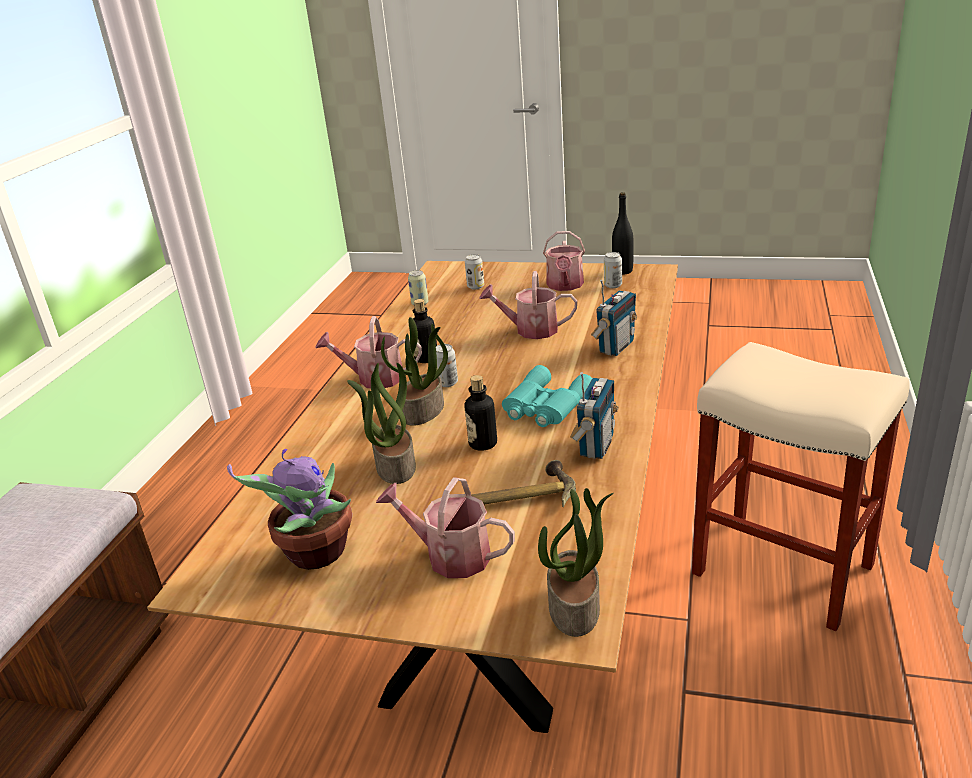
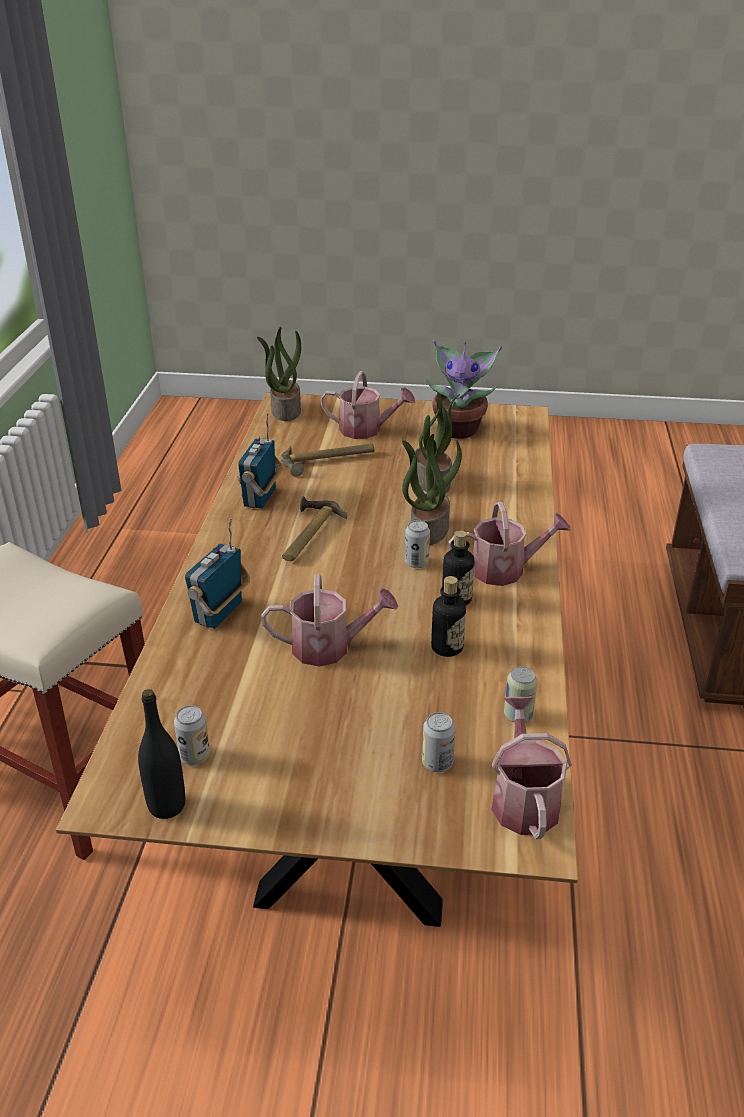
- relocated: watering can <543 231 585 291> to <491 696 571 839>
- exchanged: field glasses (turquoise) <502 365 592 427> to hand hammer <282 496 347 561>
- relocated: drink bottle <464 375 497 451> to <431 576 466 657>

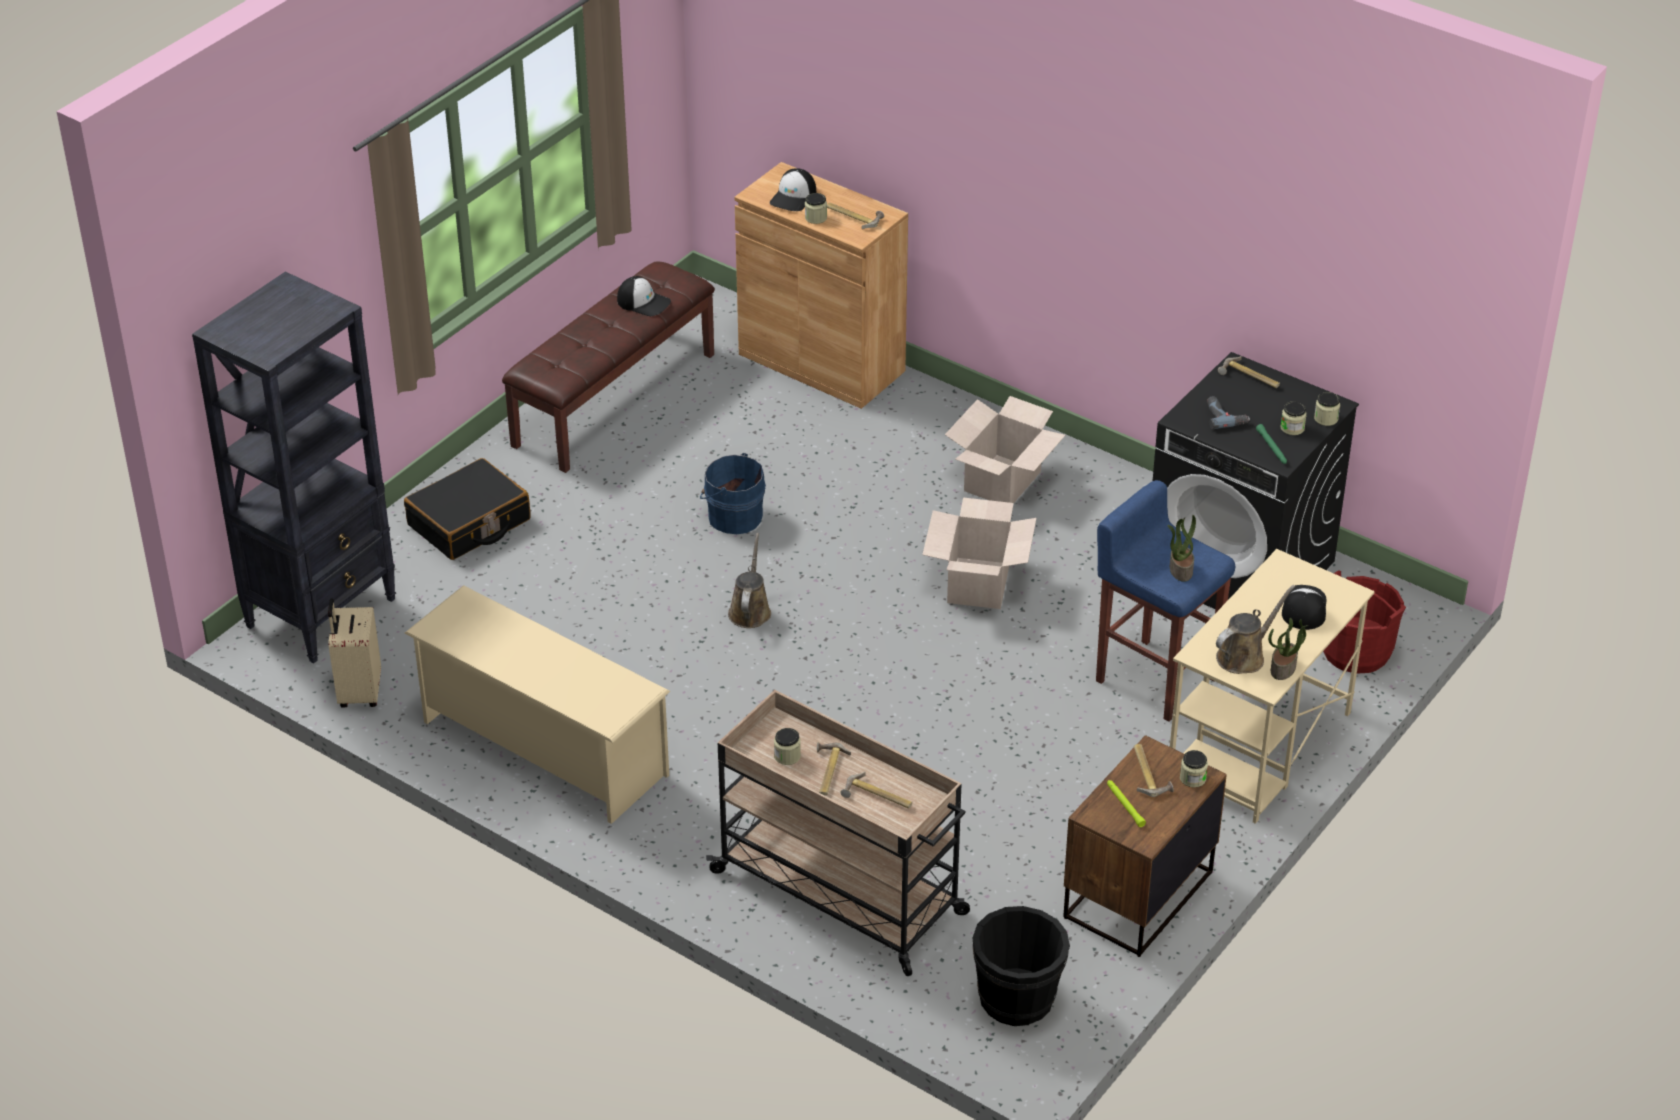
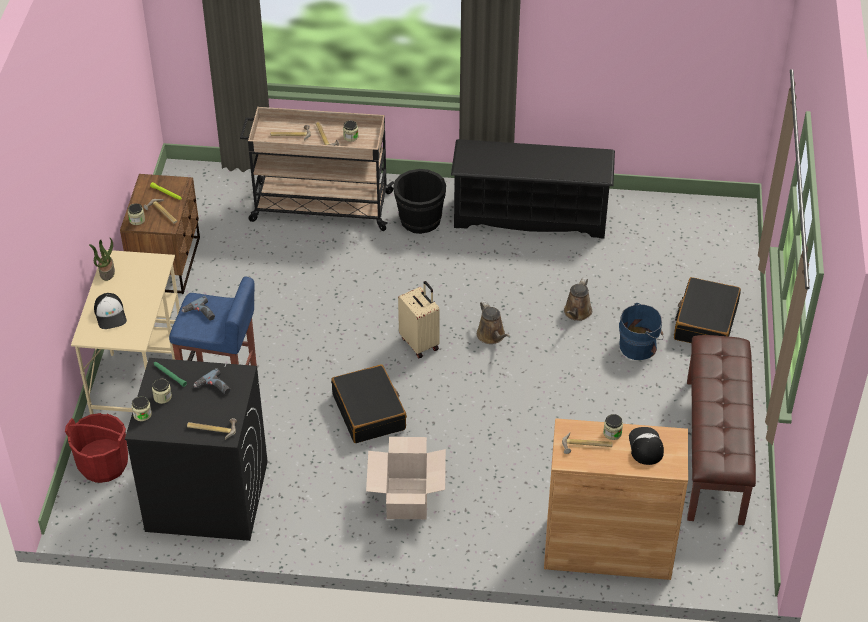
- missing: bookcase (black-coloured) <192 272 396 663>
- missing: cap <617 276 671 316>
- relocated: pail (blue) <700 453 766 534> to <619 303 664 360>
- exchanged: packing box <922 498 1037 609> to piece of luggage (black-coloured) <331 364 407 443>
- exchanged: potted plant <1168 515 1196 582> to power drill <182 296 215 321>
- colour: shoe shelf (beige-coloured) <404 585 670 824> to shoe shelf (black-coloured) <451 139 615 238>
- relocated: watering can (brown-coloured) <1216 585 1295 674> to <564 278 592 321>
- relocated: piece of luggage (beige-coloured) <328 598 381 708> to <398 281 440 358>
- relocated: pail (black-coloured) <972 906 1070 1026> to <393 169 446 234>

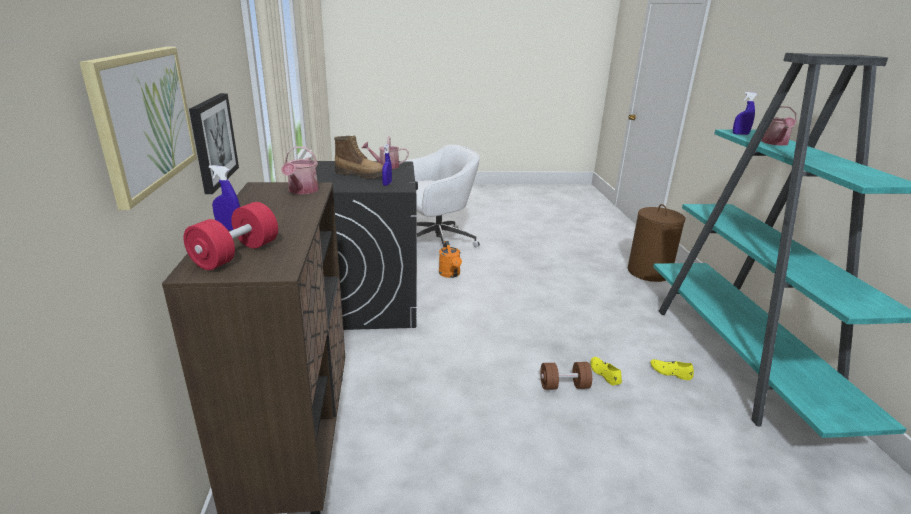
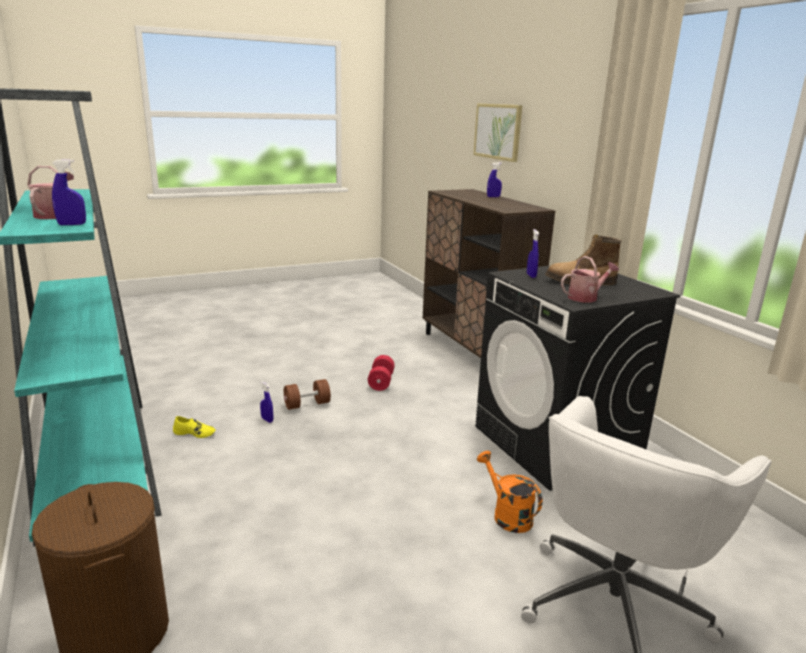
- missing: picture <189 93 239 194>
- missing: watering can <281 146 318 194>
- relocated: dumbbell (red) <183 202 278 270> to <368 355 395 391>
- exchanged: shoe (yellow-coloured) <590 357 622 385> to sprayer (blue) <260 381 273 423>

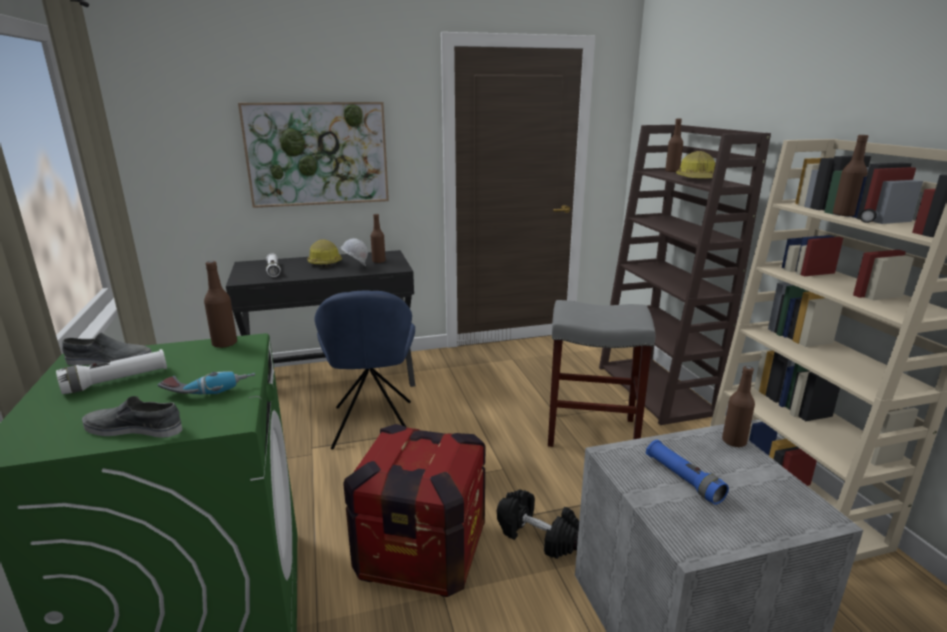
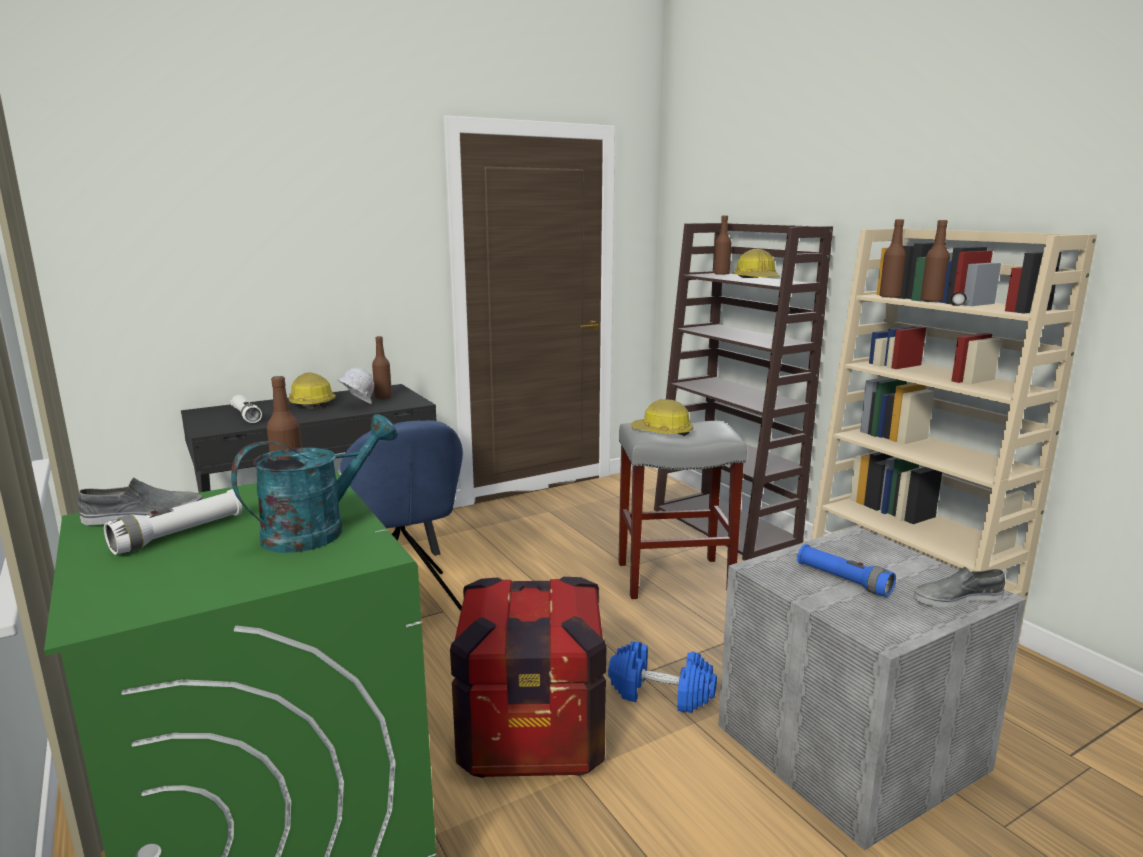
- missing: picture <238 102 389 208>
- relocated: drink bottle (brown-coloured) <722 366 755 447> to <880 219 906 298>
- exchanged: power drill <157 371 255 395> to watering can (turquoise) <231 414 398 553>
- relocated: shoe (gray) <82 396 182 438> to <914 567 1005 607>
- colour: dumbbell (black-coloured) <497 489 579 559> to dumbbell (blue) <608 641 717 713>
- appeared: hard hat <631 399 693 436>

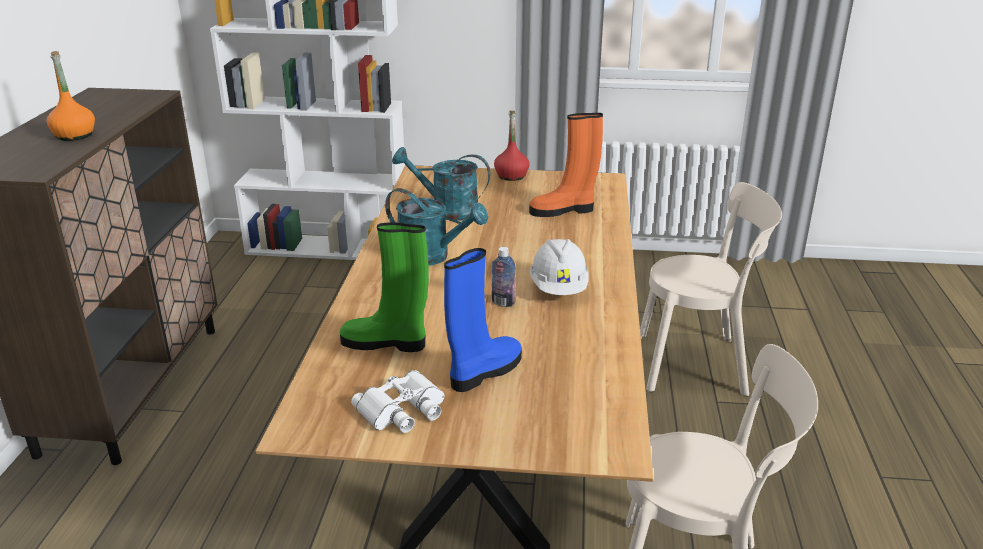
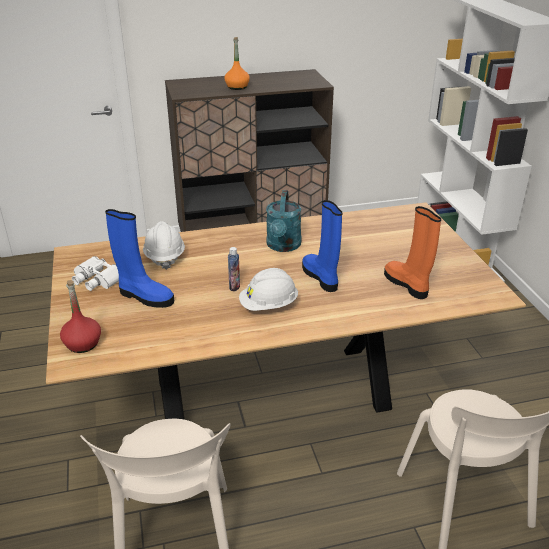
- relocated: drink bottle (red) <494 110 530 181> to <60 280 101 353>
- missing: watering can (turquoise) <392 147 490 221>
- exchanged: boot (green) <340 222 429 352> to hard hat (white) <143 221 185 270>
- appeared: boot (blue) <302 200 342 292>

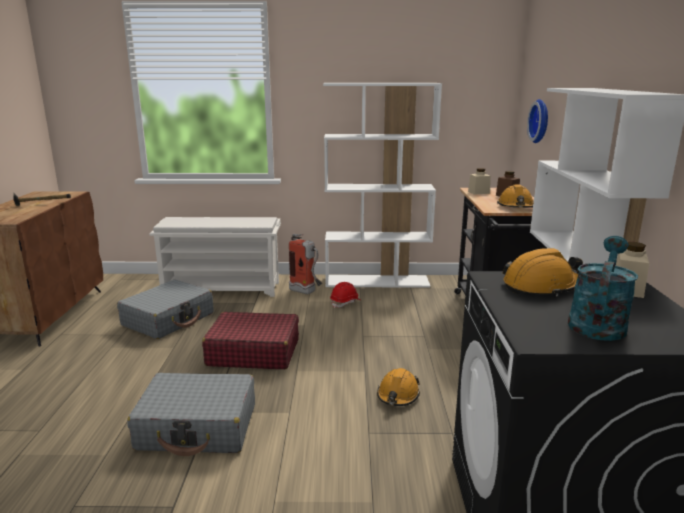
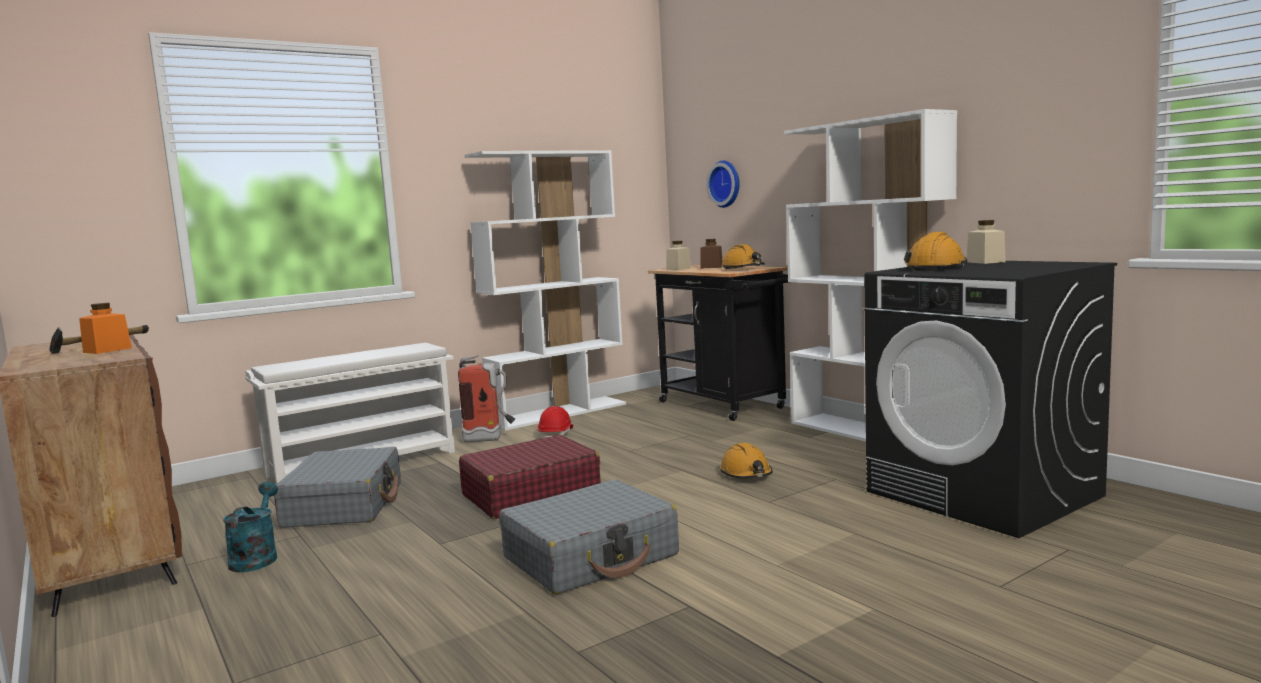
- relocated: watering can (turquoise) <568 236 638 341> to <223 482 278 572>
- appeared: storage jar (orangey) <79 303 132 354>

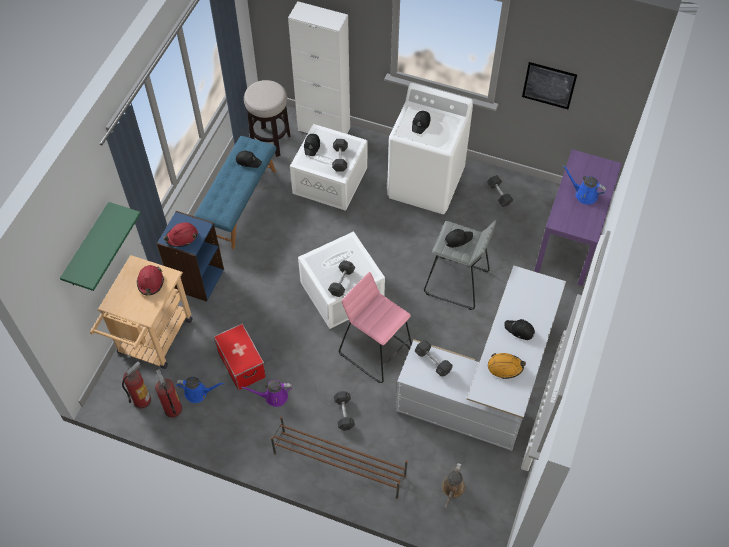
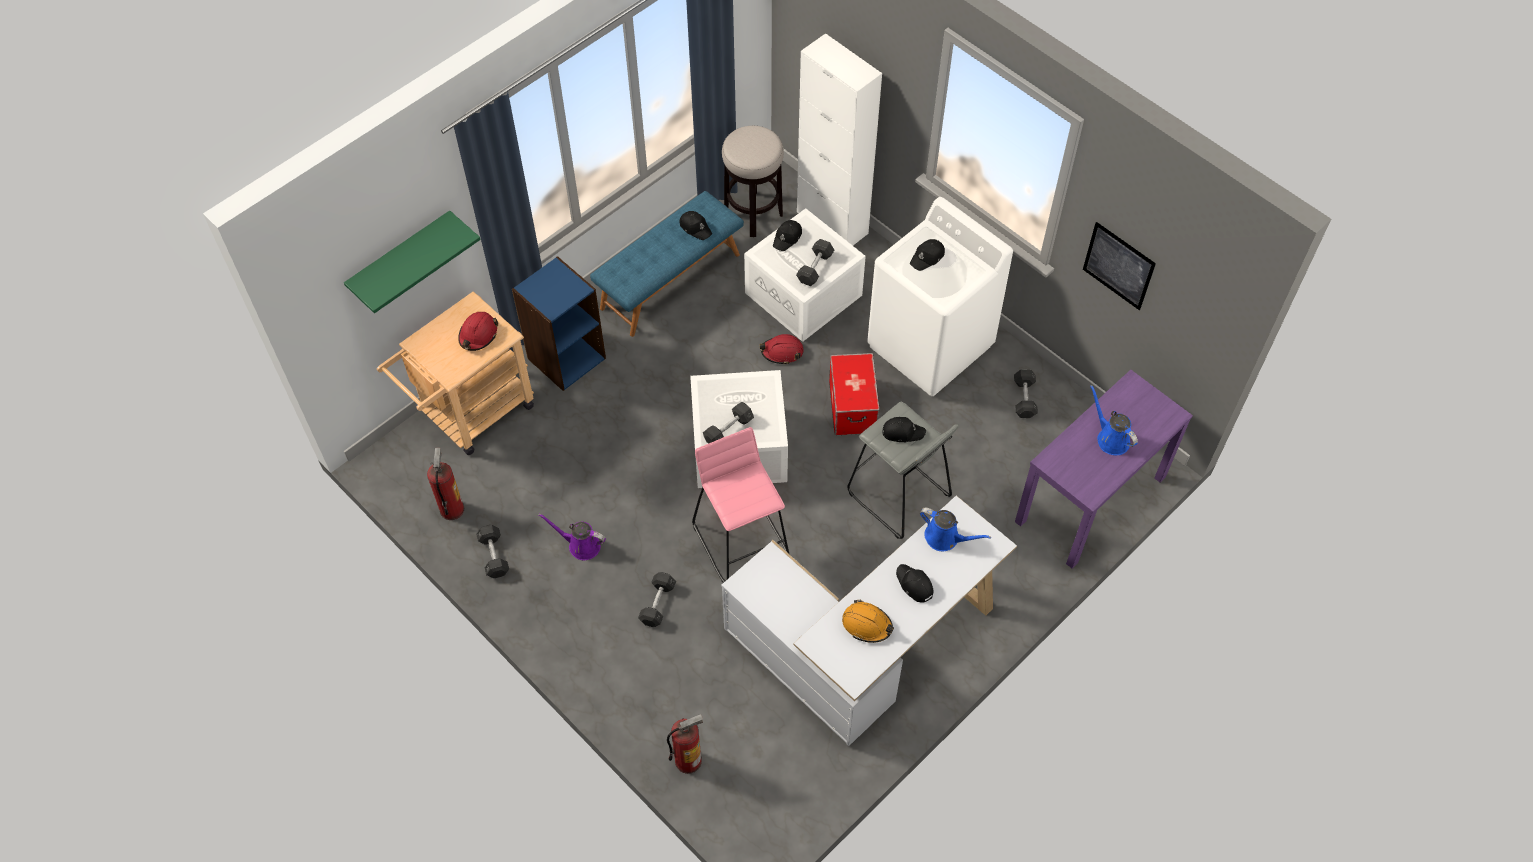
- relocated: hard hat (red) <164 222 198 247> to <759 334 804 365>
- relocated: storage bin <214 323 266 391> to <829 353 880 435>
- relocated: dumbbell (gray) <415 340 453 377> to <476 525 509 578>
- relocated: fire-fighting cylinder <122 361 151 409> to <667 714 703 774>
- relocated: watering can (blue) <176 377 224 403> to <920 507 991 551>
- missing: shoe shelf (brown-coloured) <271 416 408 499>
- missing: watering can (brown-coloured) <442 463 465 508>

